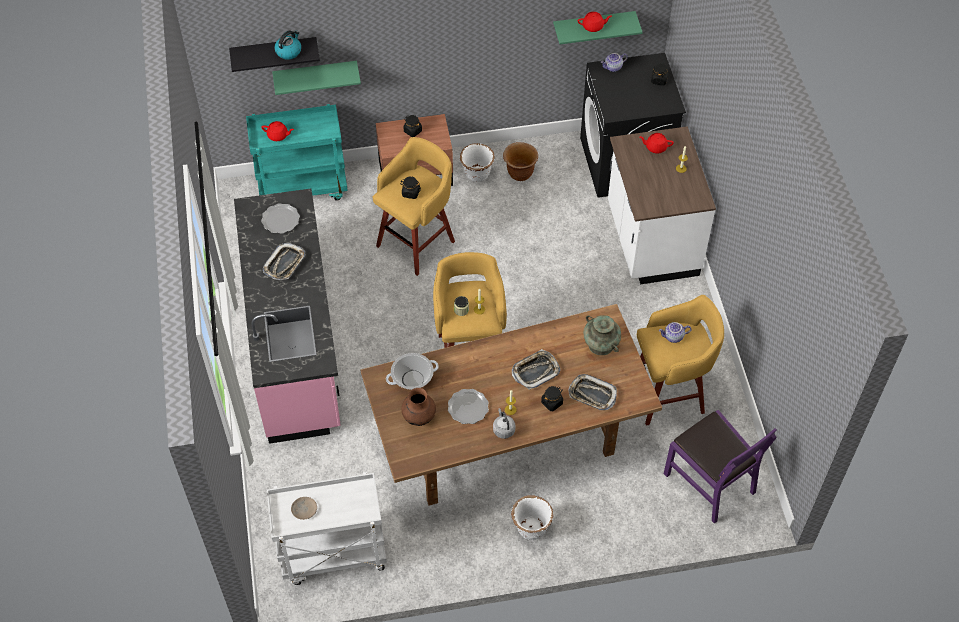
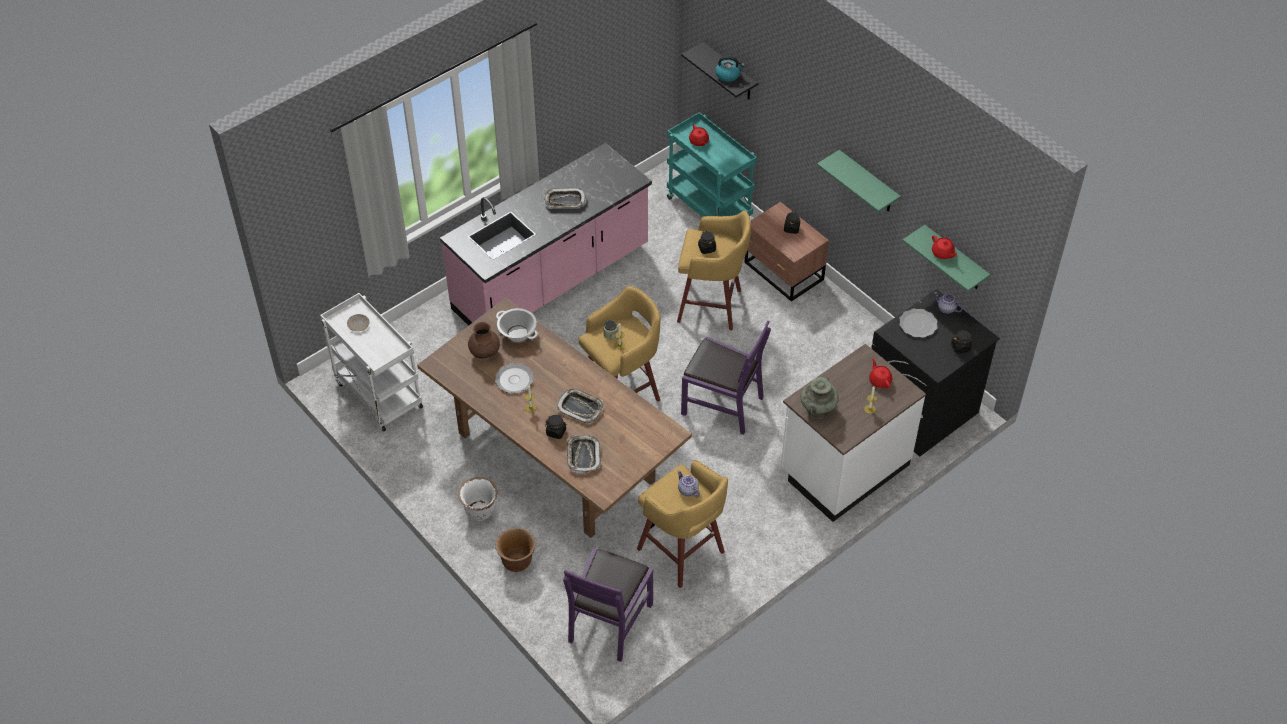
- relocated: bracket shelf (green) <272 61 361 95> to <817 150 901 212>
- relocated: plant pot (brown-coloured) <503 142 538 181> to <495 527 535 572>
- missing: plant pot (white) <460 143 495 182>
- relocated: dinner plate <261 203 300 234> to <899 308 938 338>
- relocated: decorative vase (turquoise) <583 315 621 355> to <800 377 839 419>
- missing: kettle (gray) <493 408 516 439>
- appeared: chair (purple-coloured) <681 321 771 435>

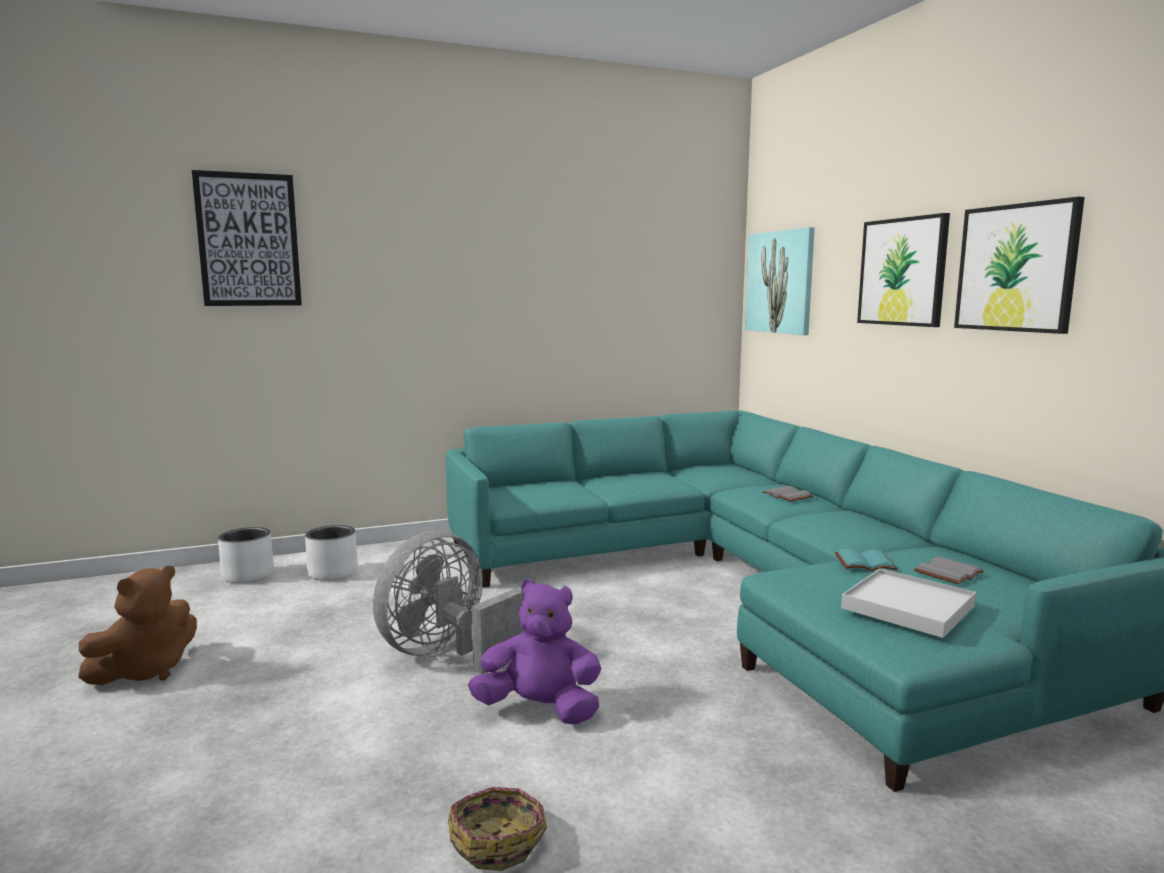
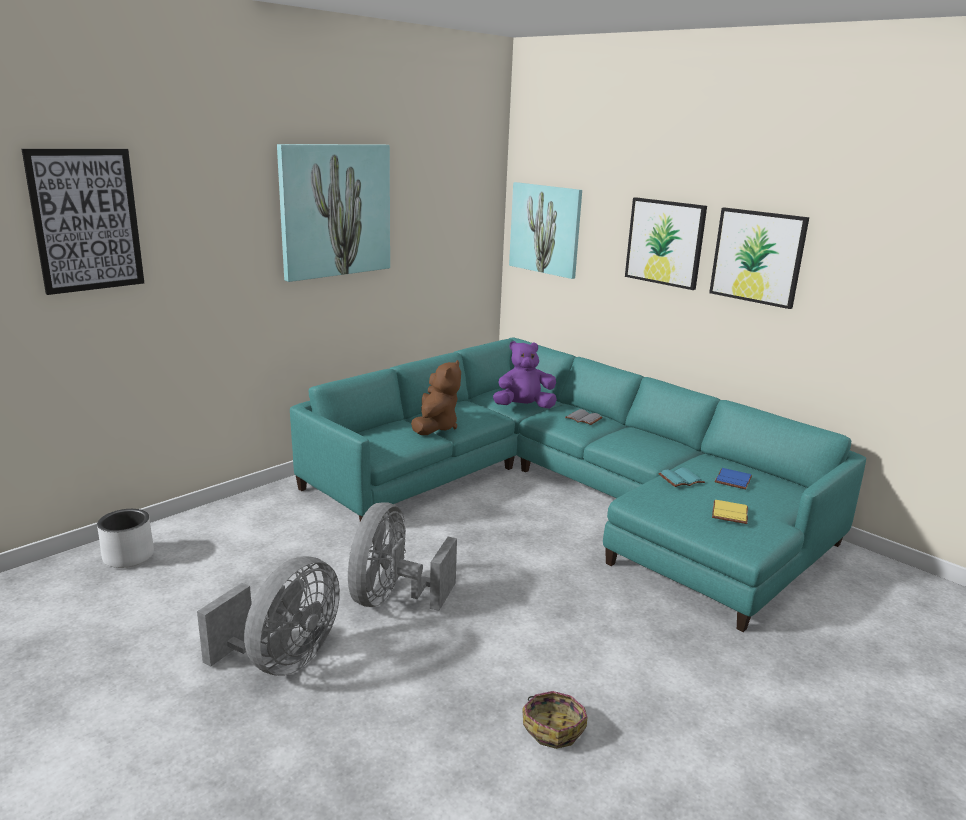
- missing: plant pot (white) <305 525 358 581>
- colour: volume (gray) <914 556 984 584> to volume (blue) <715 468 752 489>
- relocated: plush toy (brown-coloured) <78 565 197 685> to <411 360 461 435>
- exchanged: tray (white) <841 568 976 638> to volume (yellow-coloured) <712 500 748 524>
- relocated: plush toy (purple-coloured) <468 579 601 725> to <493 341 557 409>
- appeared: picture <277 144 390 282>
- appeared: cooling fan (gray) <197 556 340 676>

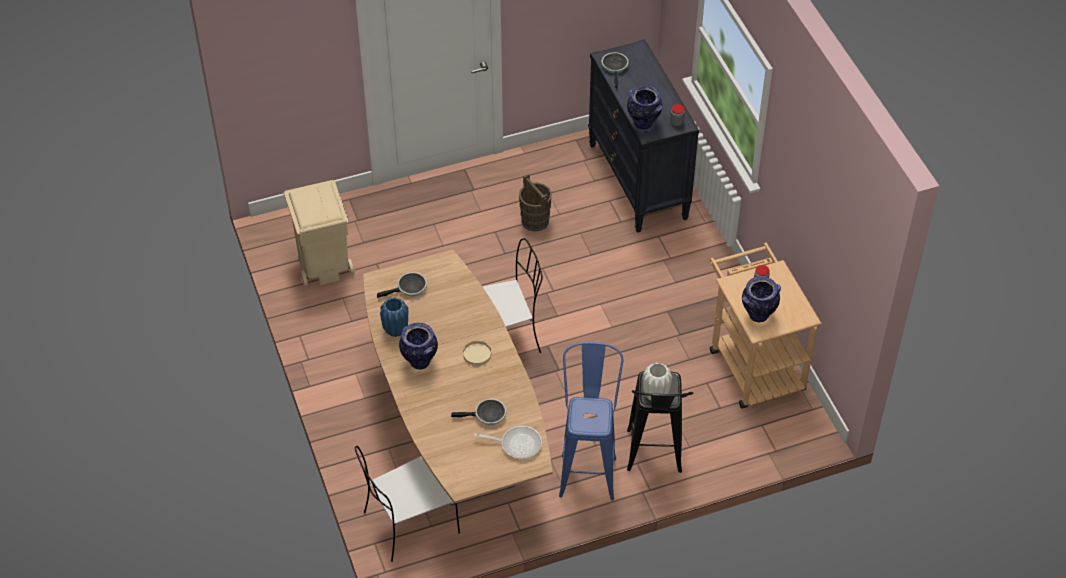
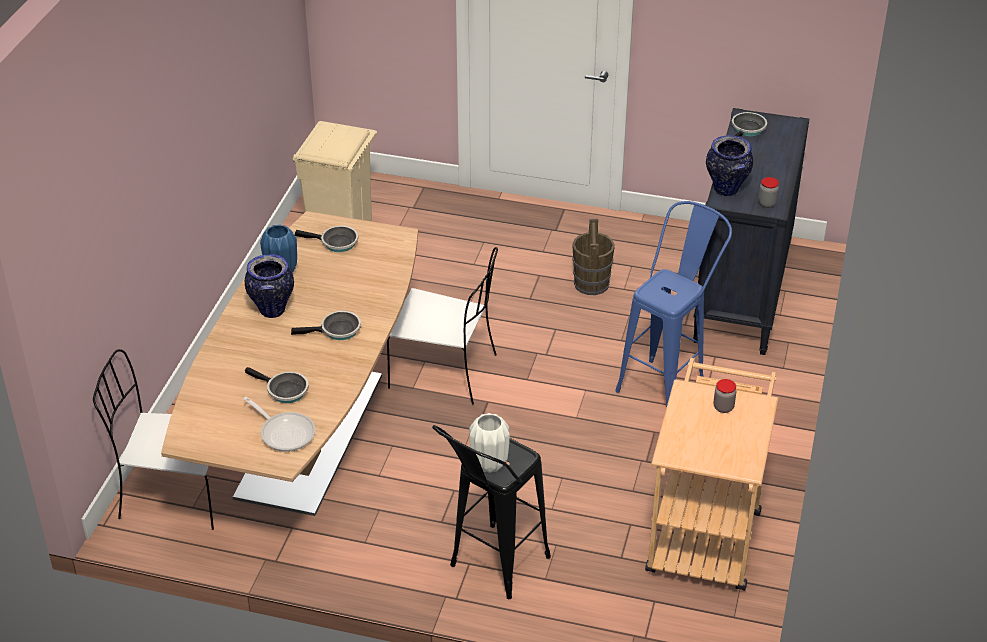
- missing: decorative vase <742 276 781 322>
- exchanged: dinner plate (beige-coloured) <463 341 491 366> to pan <291 311 361 340>
- relocated: stool (blue) <559 342 623 501> to <615 201 732 408>

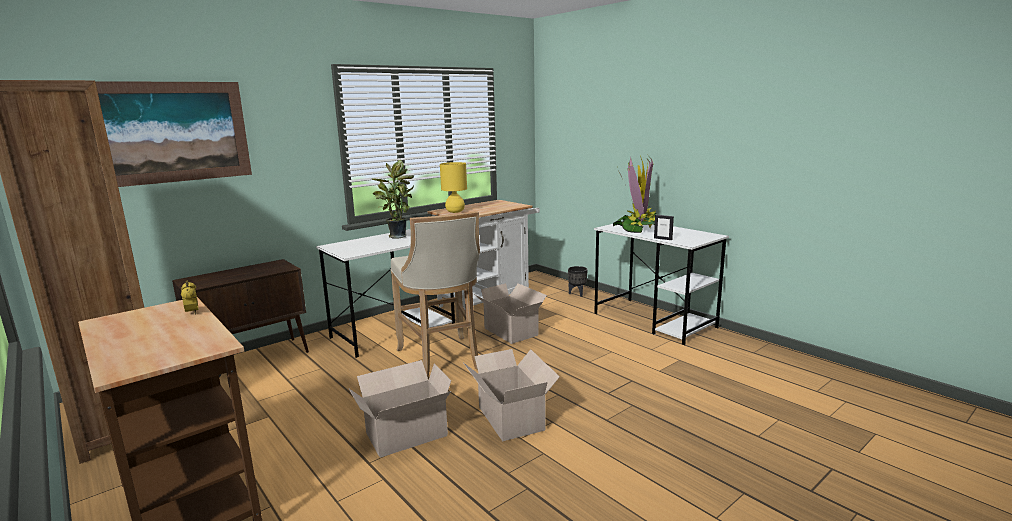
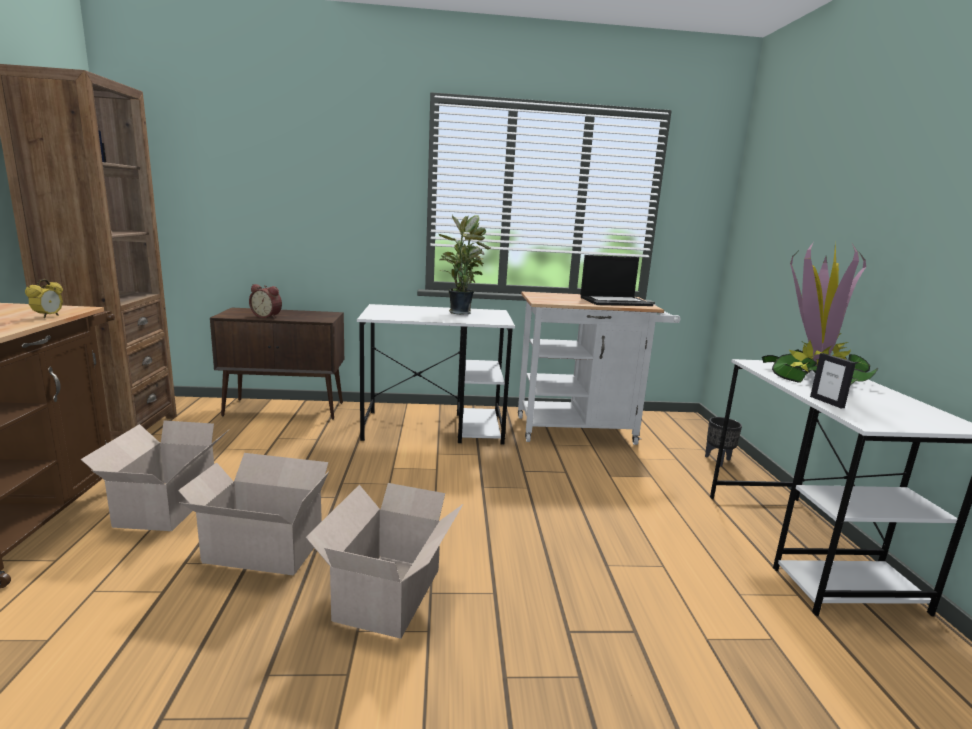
- missing: picture <95 81 252 187>
- missing: tabletop lamp (yellow-coloured) <440 162 467 213>
- missing: stool (beige-coloured) <391 211 480 379>
- relocated: packing box <474 283 547 344> to <80 420 227 531>
- appeared: laptop <581 255 653 306>
- appeared: table clock <249 284 282 319>

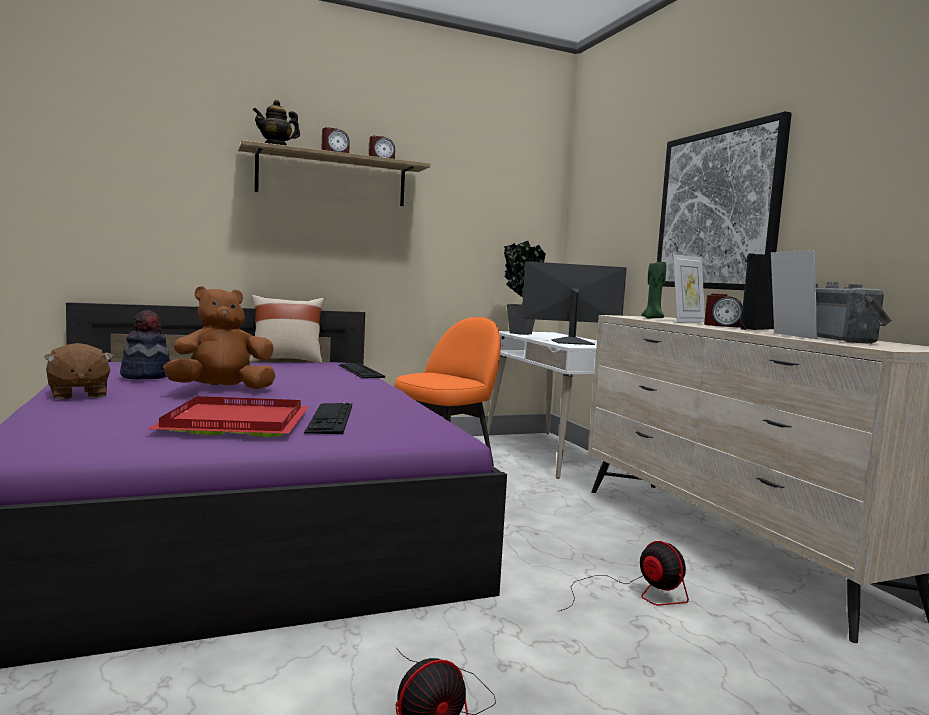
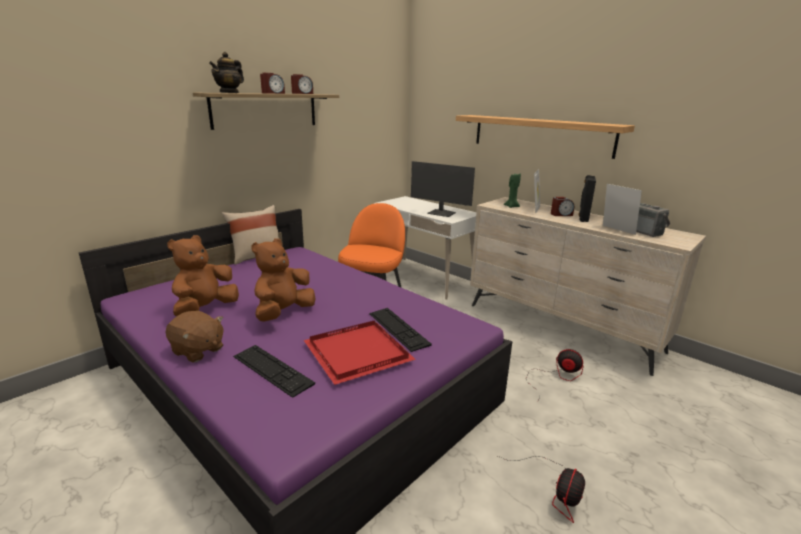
- exchanged: picture <657 111 792 290> to bracket shelf <456 115 635 159>
- missing: potted plant <504 241 546 335>
- spun: computer display <522 261 627 345> = <411 161 475 217> 120 degrees counterclockwise
- exchanged: clothing hat <120 310 170 380> to plush toy (brown-coloured) <167 235 239 316>
- relocated: computer keyboard <339 363 385 378> to <233 345 315 398>

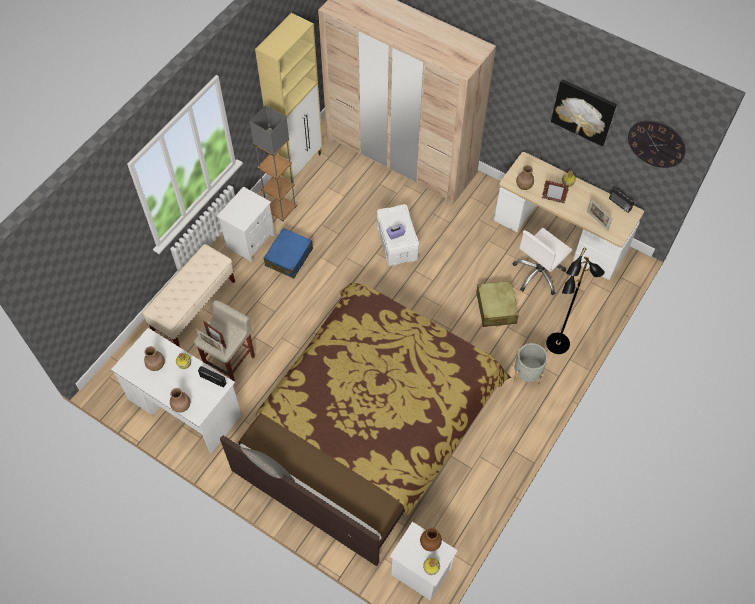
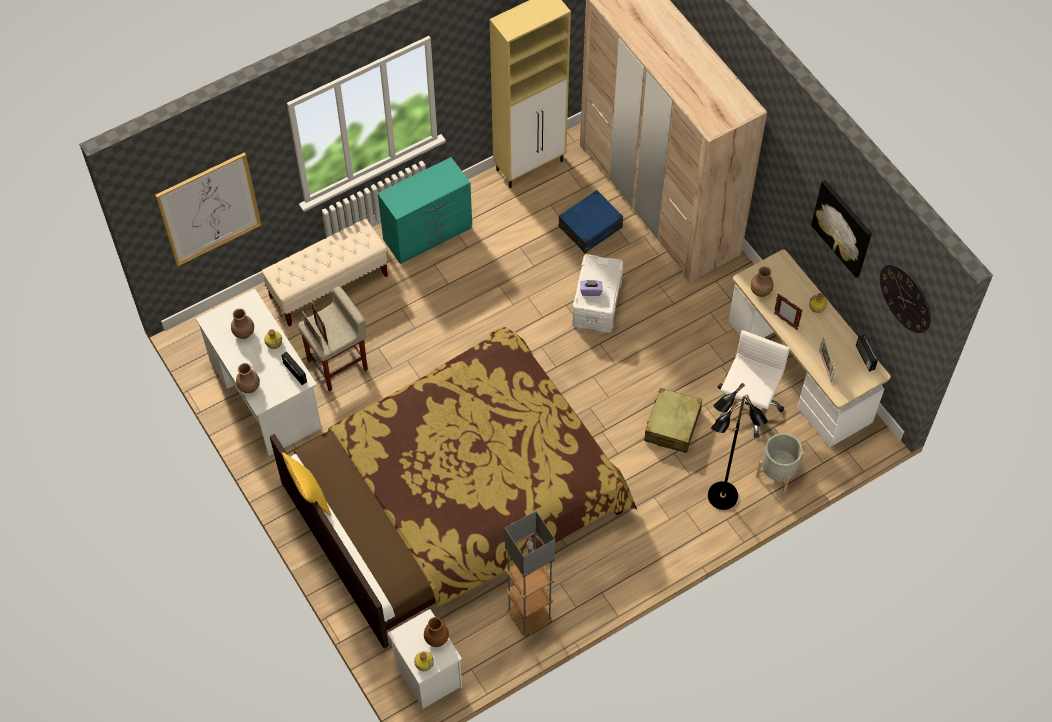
- relocated: standard lamp (gray) <250 105 297 222> to <505 511 555 637>
- exchanged: nightstand (white) <217 187 275 262> to chest of drawers (turquoise) <378 157 472 264>
- relocated: piece of luggage (blue) <264 228 313 279> to <559 190 623 253>
- spun: desk chair (white) <513 228 573 295> = <716 330 790 438> 135 degrees clockwise
- relocated: plant pot (gray) <513 343 548 388> to <756 433 805 493>
- colour: cushion (gray) <240 447 295 481> to cushion (yellow-coloured) <282 452 331 516>
- appeared: picture <155 152 261 266>

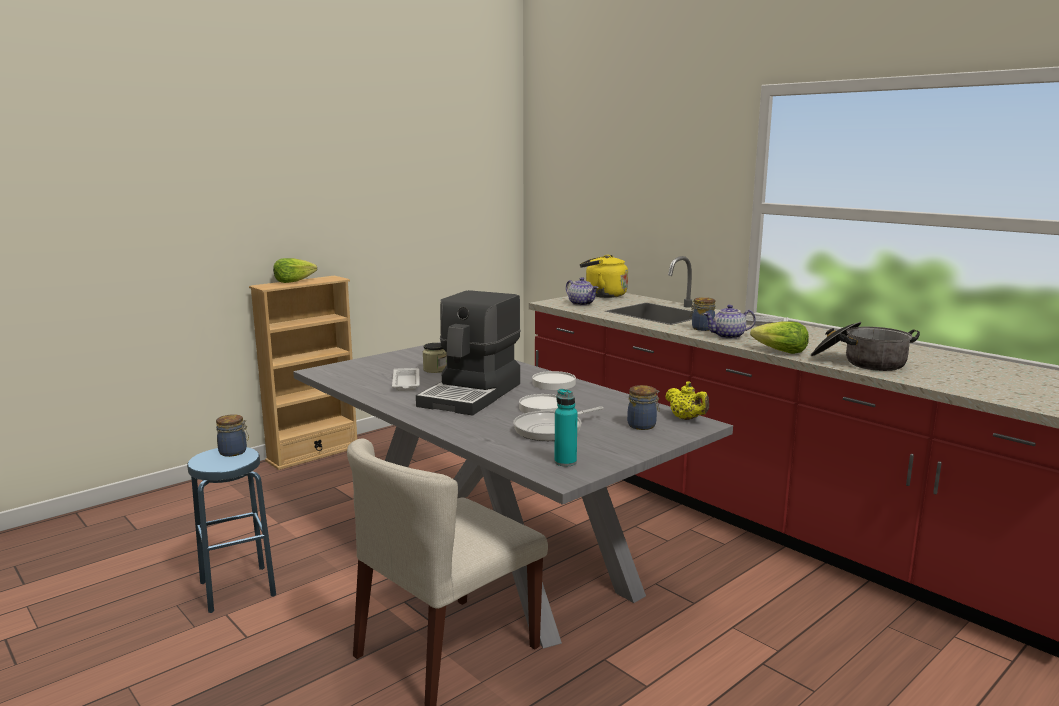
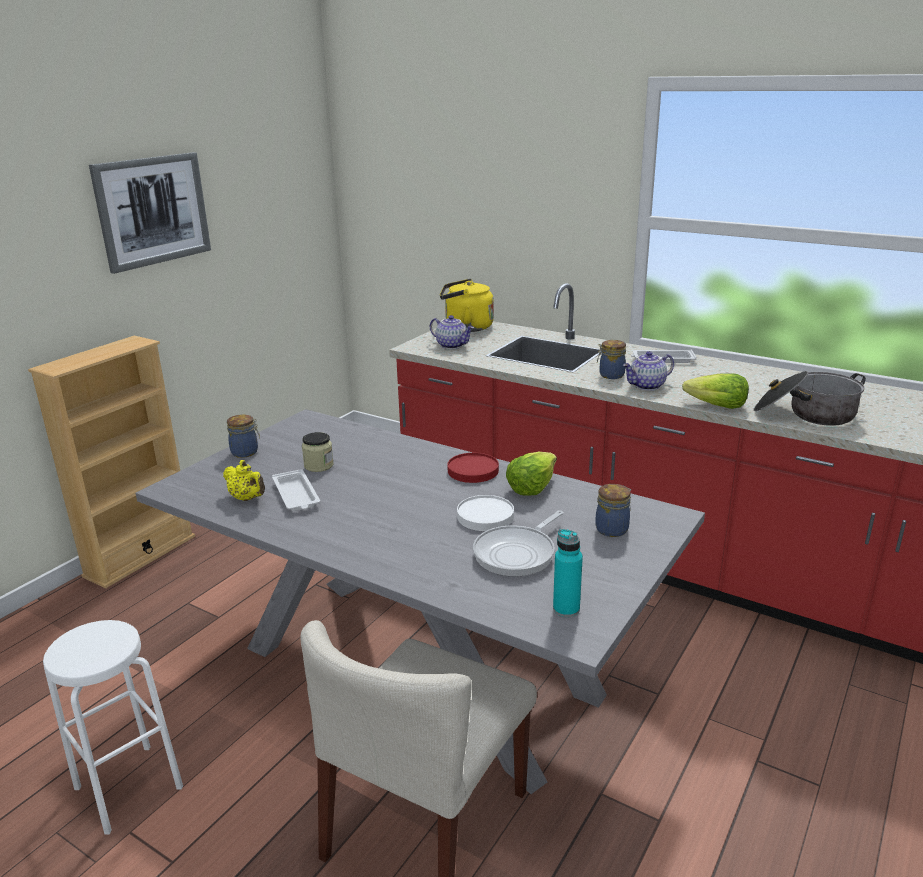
- relocated: lettuce <273 258 317 283> to <506 452 557 496>
- missing: coffee brewer <416 290 521 416>
- colour: dinner plate (white) <532 371 576 390> to dinner plate (red) <447 453 499 483>
- relocated: teapot (yellow-coloured) <665 381 709 420> to <223 460 265 501>
- relocated: storage jar <216 414 249 457> to <227 414 260 458>
- colour: stool (blue) <187 447 276 613> to stool (white) <43 620 183 835>
- appeared: picture <89 152 211 274>

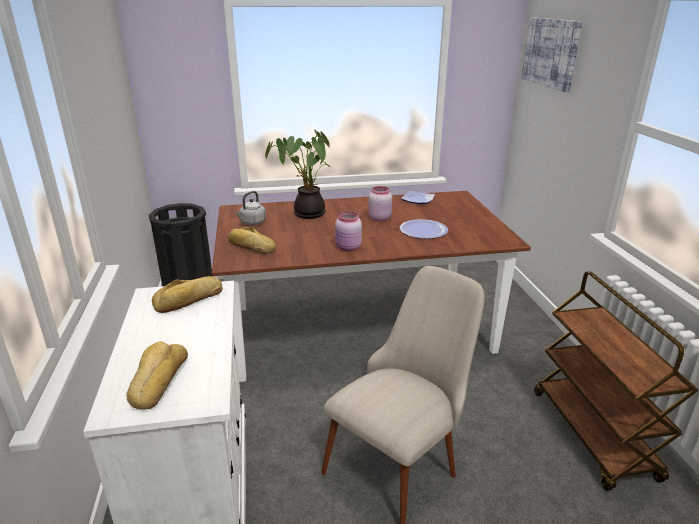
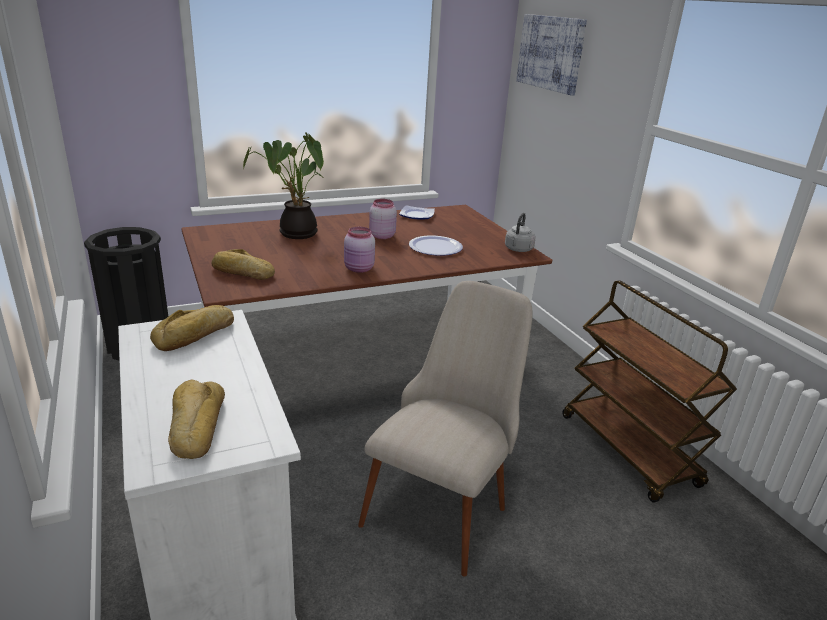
- relocated: kettle (gray) <235 191 266 225> to <505 213 536 252>

